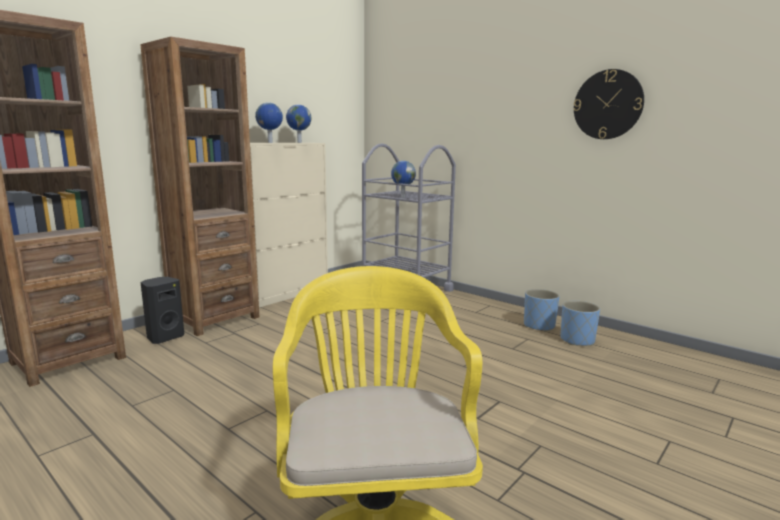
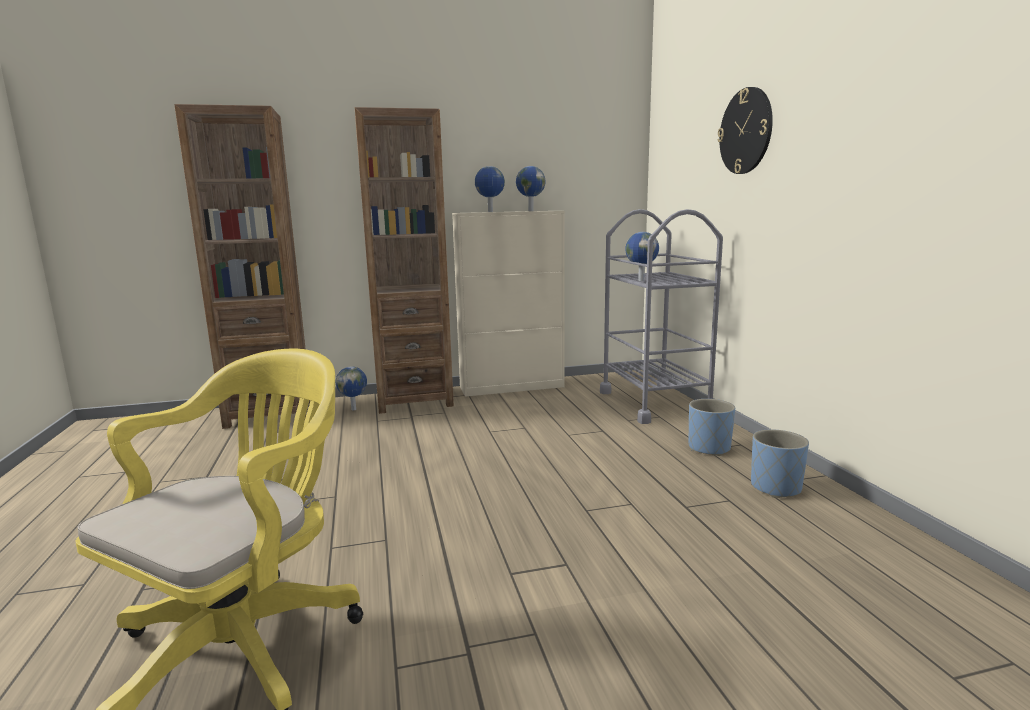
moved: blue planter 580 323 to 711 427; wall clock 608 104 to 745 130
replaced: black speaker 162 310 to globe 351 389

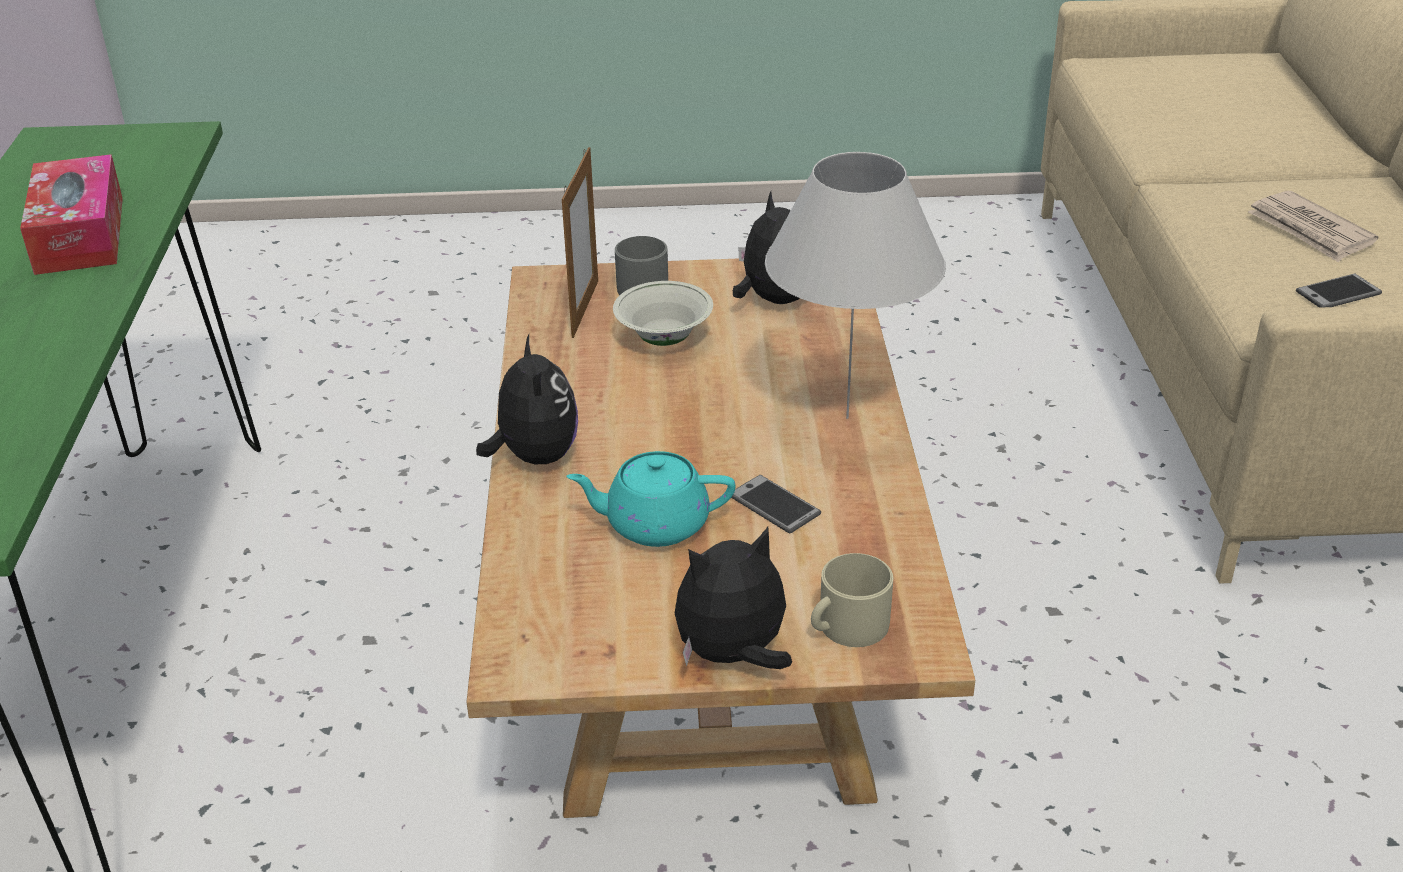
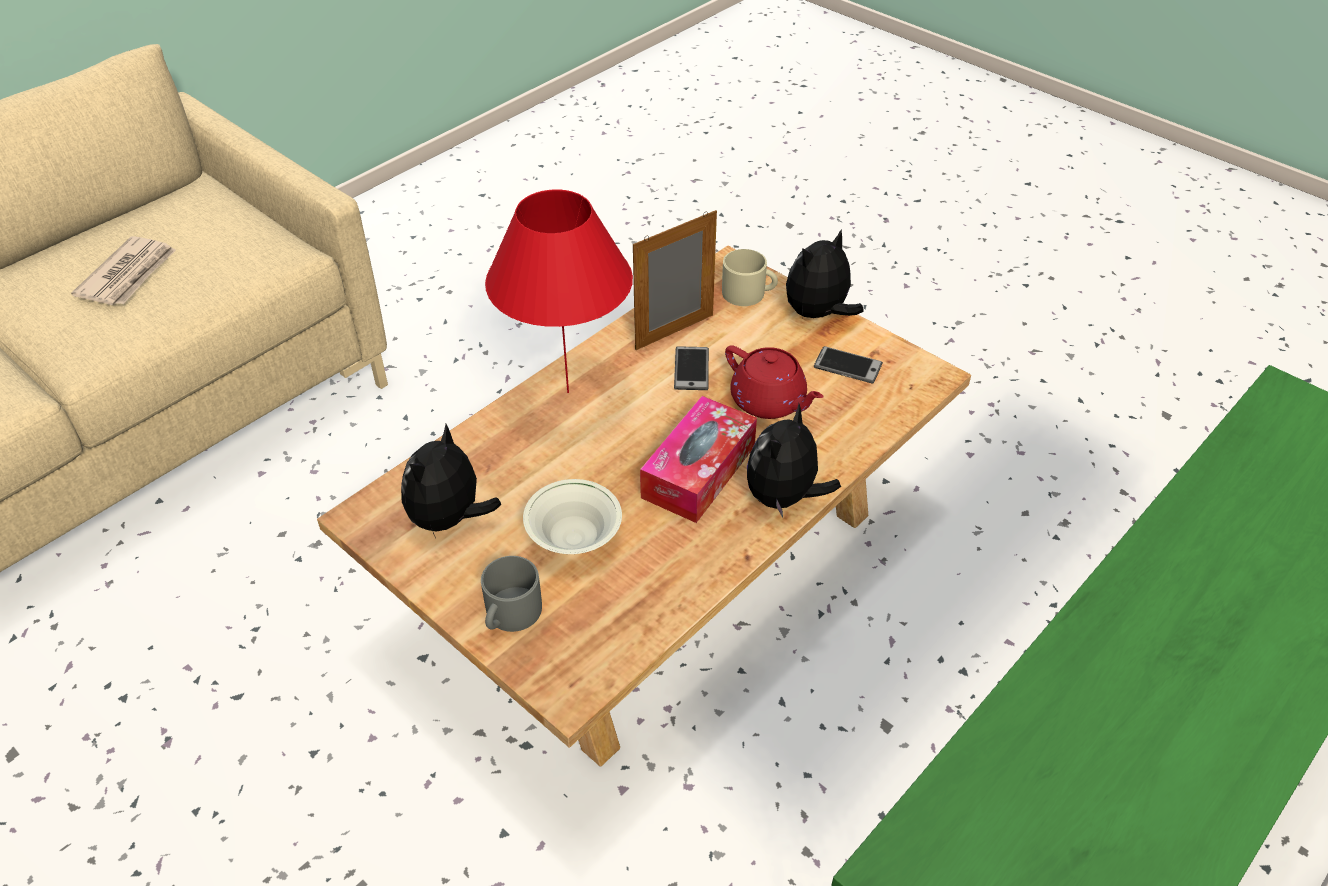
moved: tissue box 71 214 to 698 459; picture frame 580 242 to 675 280; phone 1339 290 to 848 365
recoloured: turquoise teapot 651 499 to red teapot 774 382; white table lamp 855 285 to red table lamp 559 291
turned: plush toy 733 598 = 825 273 120 degrees clockwise

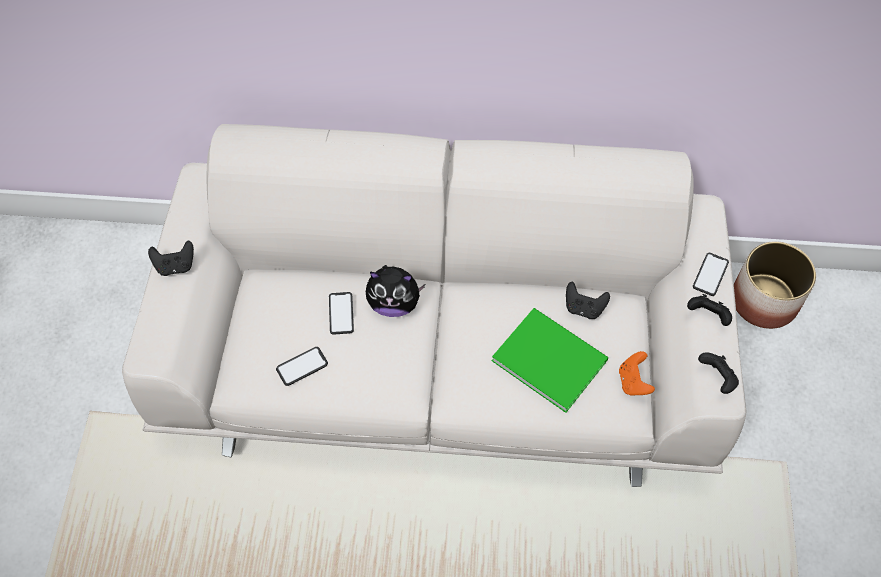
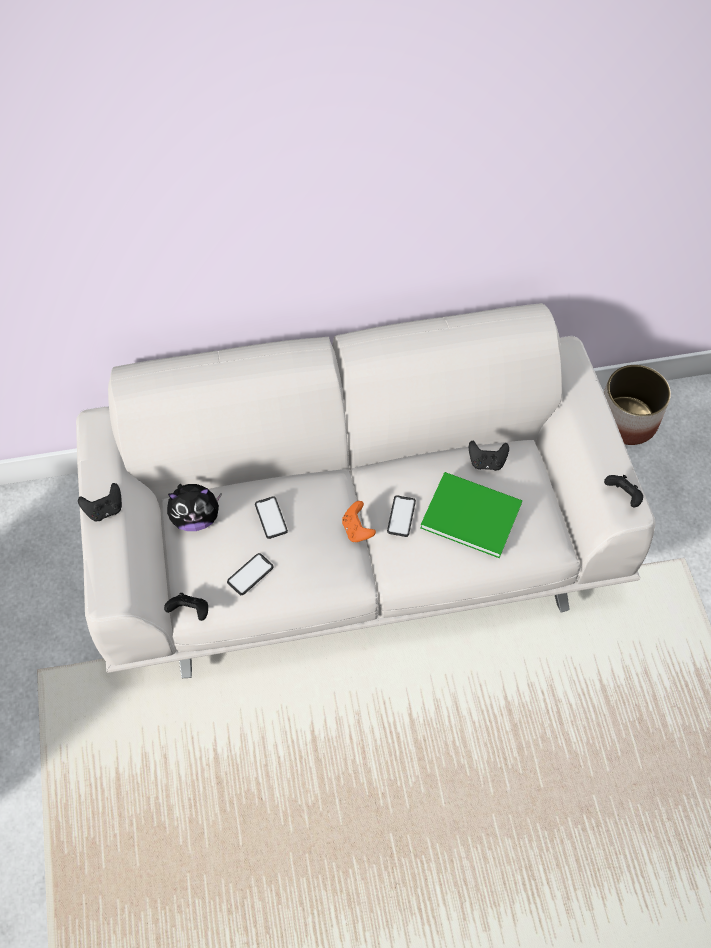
moved: plush toy 396 291 to 194 507; orange game controller 637 373 to 359 521; black game controller 709 310 to 186 607; phone 711 274 to 401 516

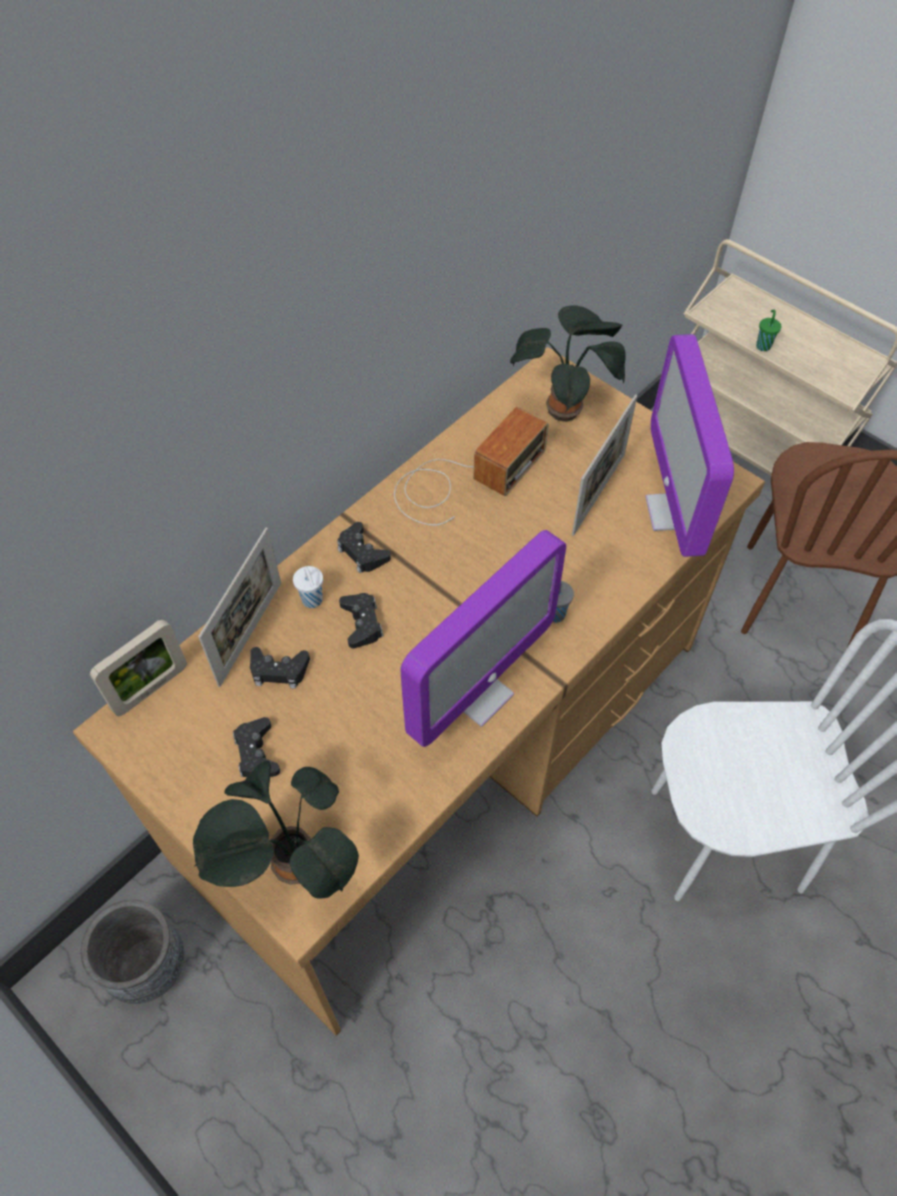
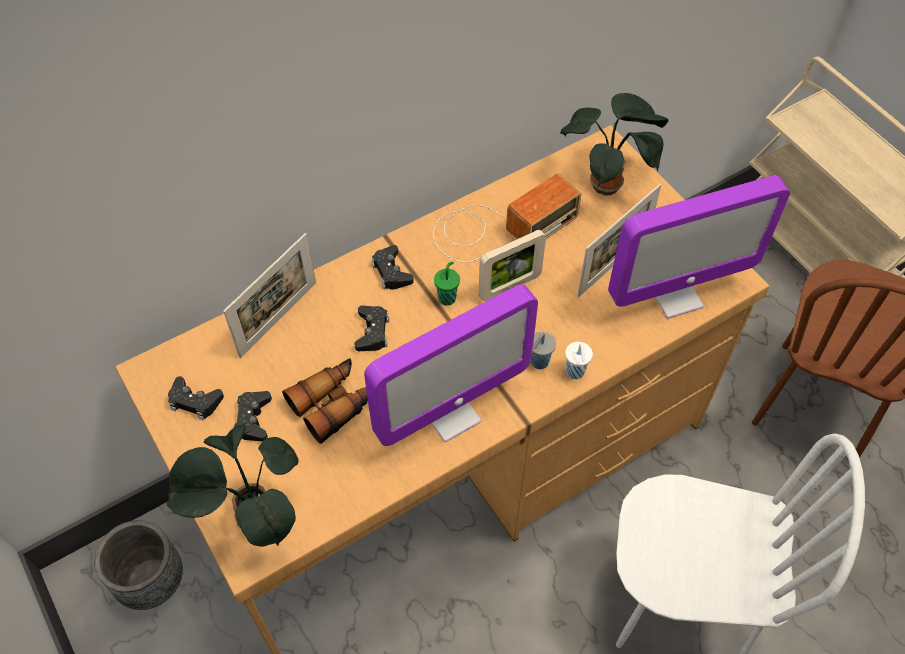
added: binoculars 325 401
moved: picture frame 138 667 to 512 266; black game controller 280 668 to 196 398; white cup 308 587 to 579 360; green cup 769 330 to 447 284
turned: monitor 689 445 = 699 246 120 degrees counterclockwise

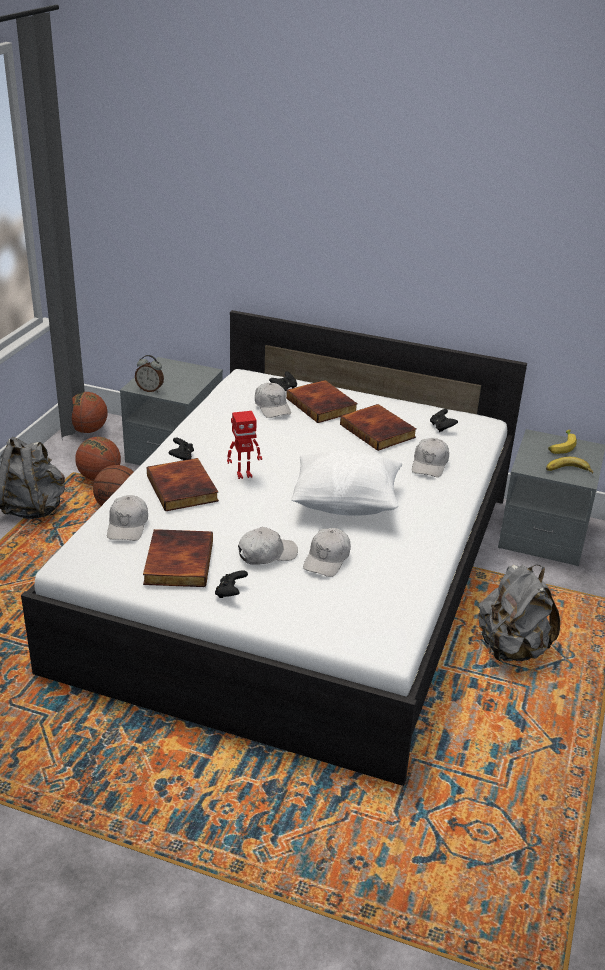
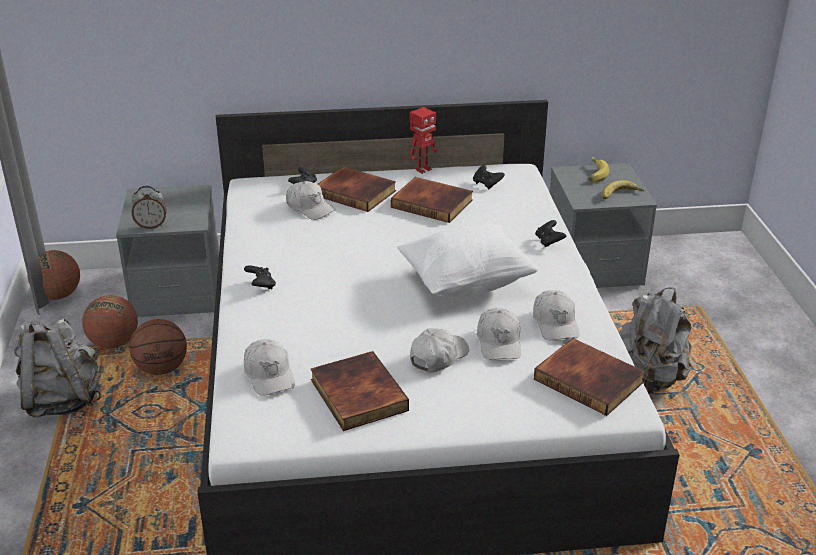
moved: book 183 485 to 589 377; black game controller 231 584 to 550 233; toy robot 244 445 to 423 140; white cap 430 457 to 556 315

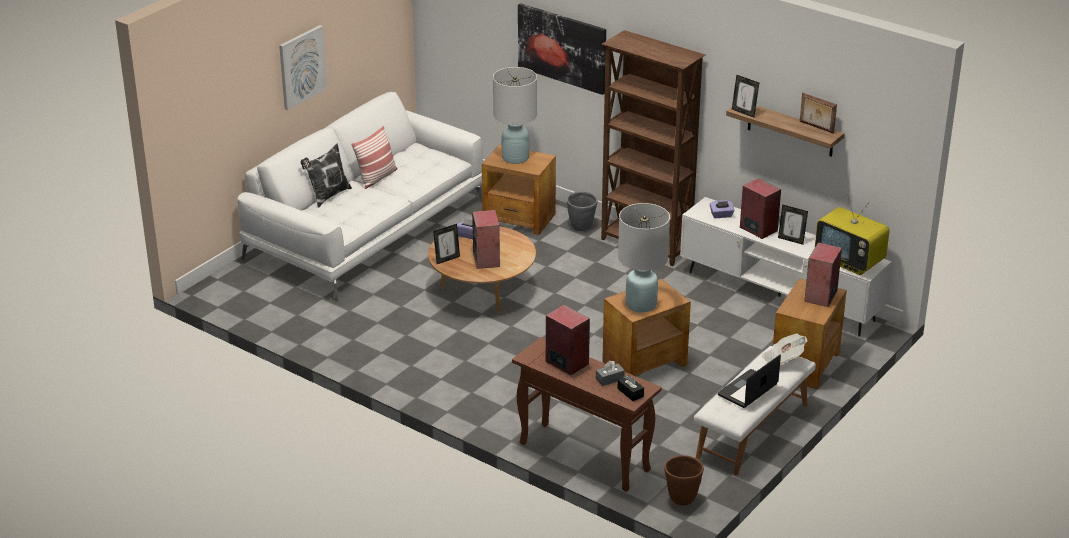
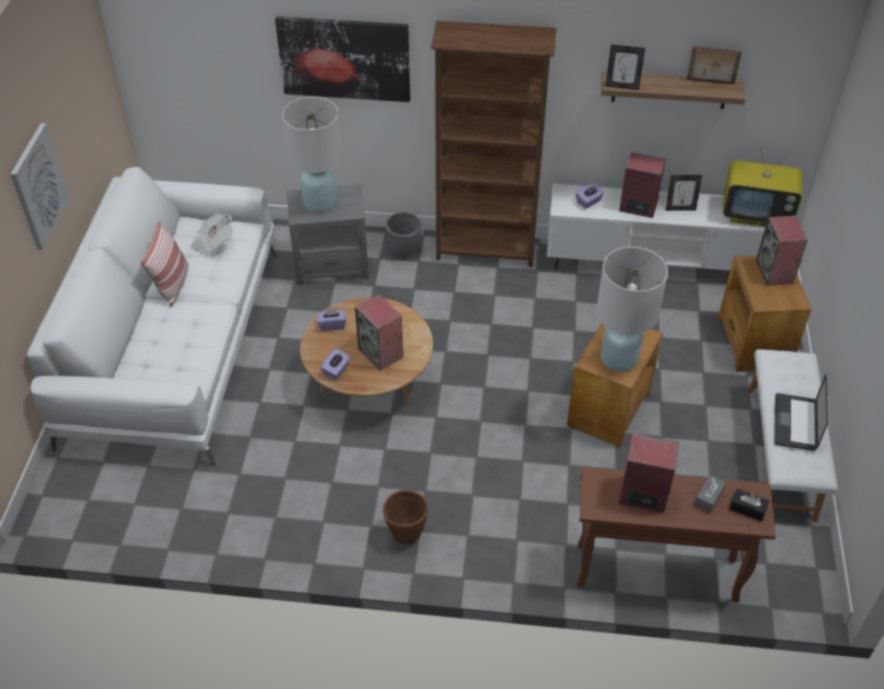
removed: pillow 326 176
moved: brown planter 684 480 to 405 517; newspaper 785 348 to 211 234
replaced: picture frame 446 244 to purple tissue box 335 364
recoloured: brown side table 519 190 to grey side table 328 234

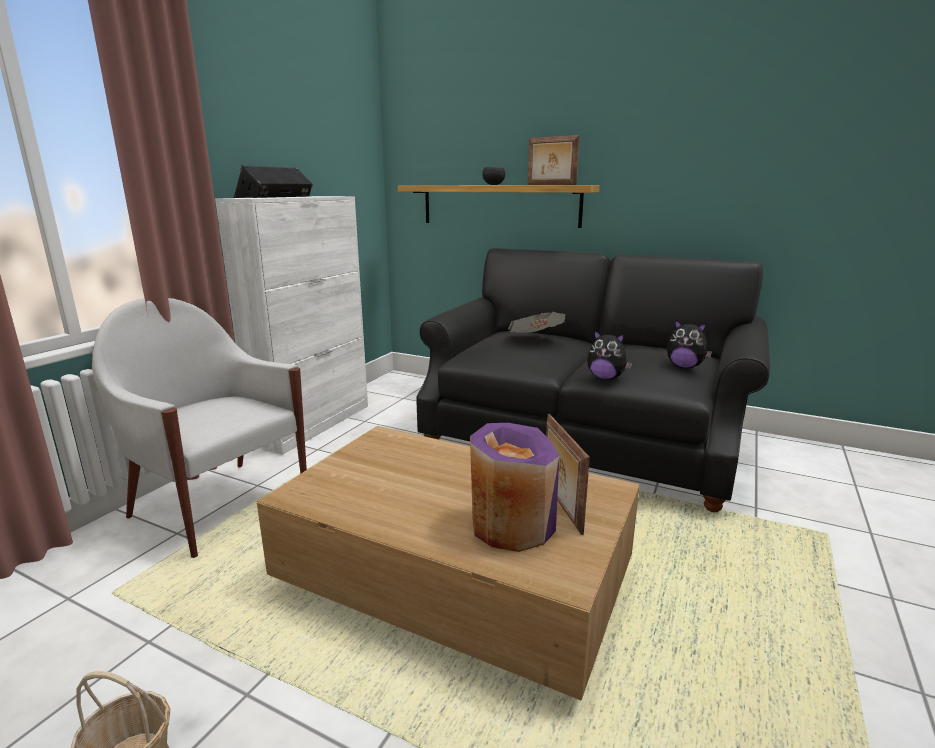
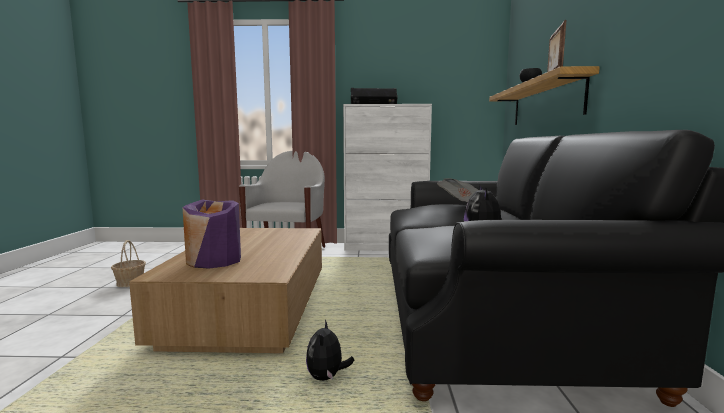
removed: picture frame 568 474
moved: plush toy 610 355 to 330 350

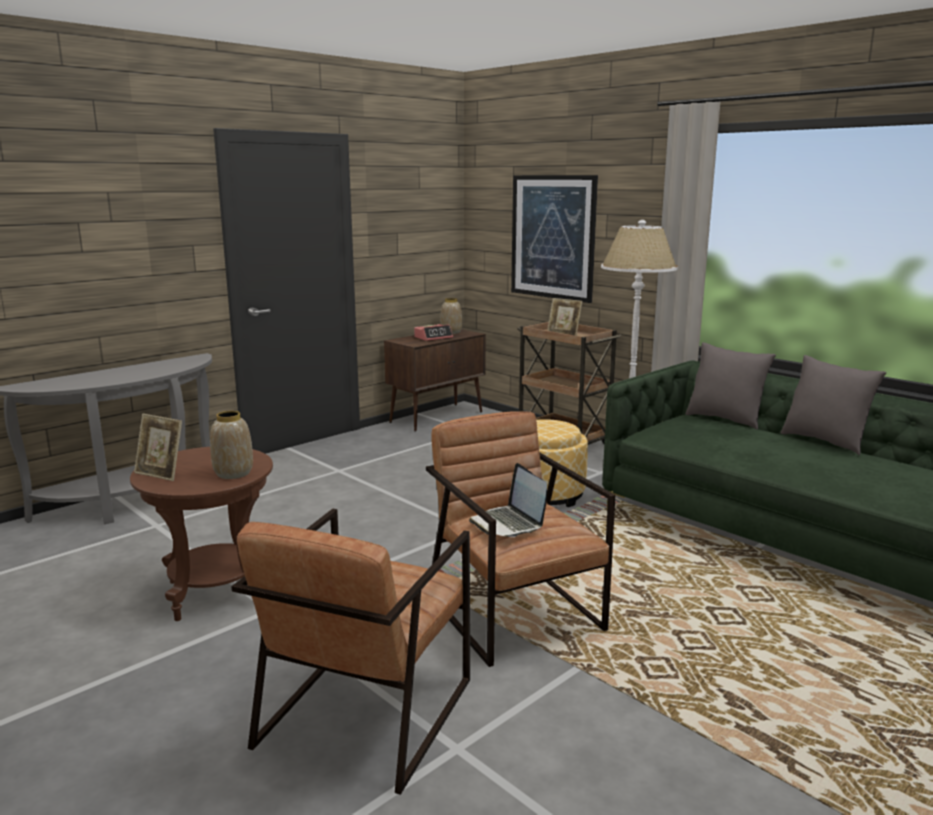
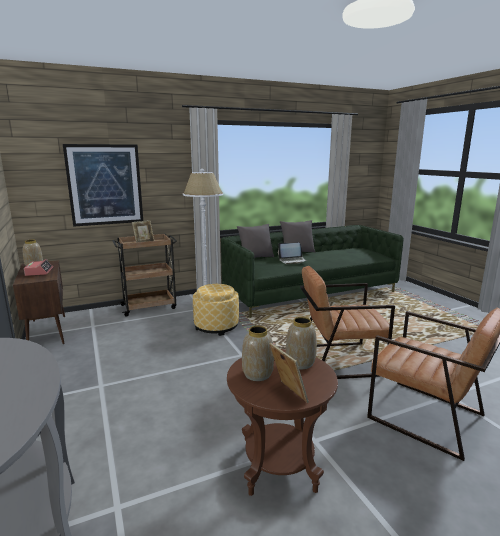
added: vase 258 353
moved: laptop 508 500 to 292 253
turned: picture frame 158 447 = 289 372 75 degrees counterclockwise

